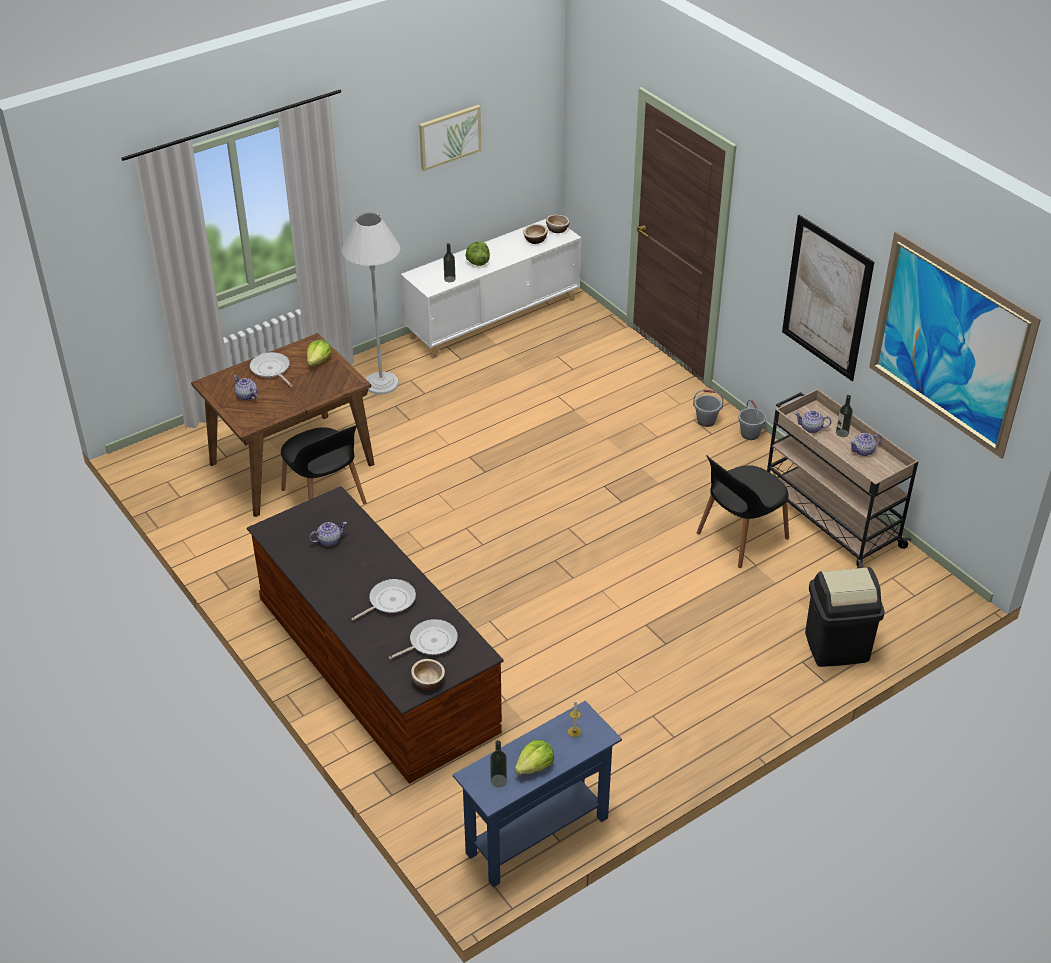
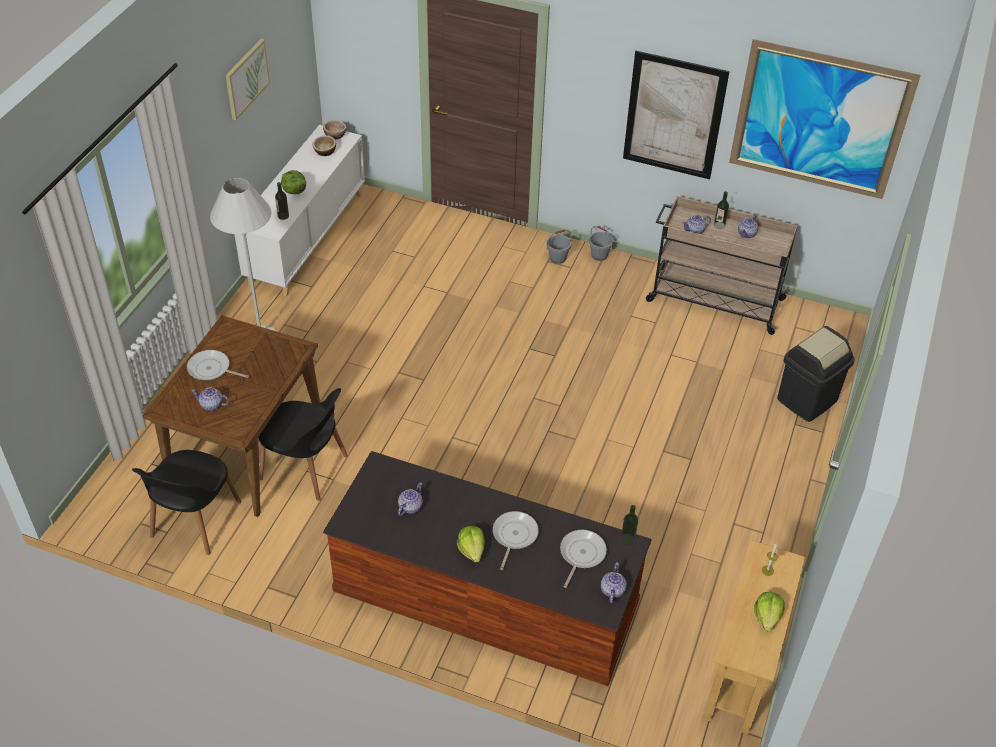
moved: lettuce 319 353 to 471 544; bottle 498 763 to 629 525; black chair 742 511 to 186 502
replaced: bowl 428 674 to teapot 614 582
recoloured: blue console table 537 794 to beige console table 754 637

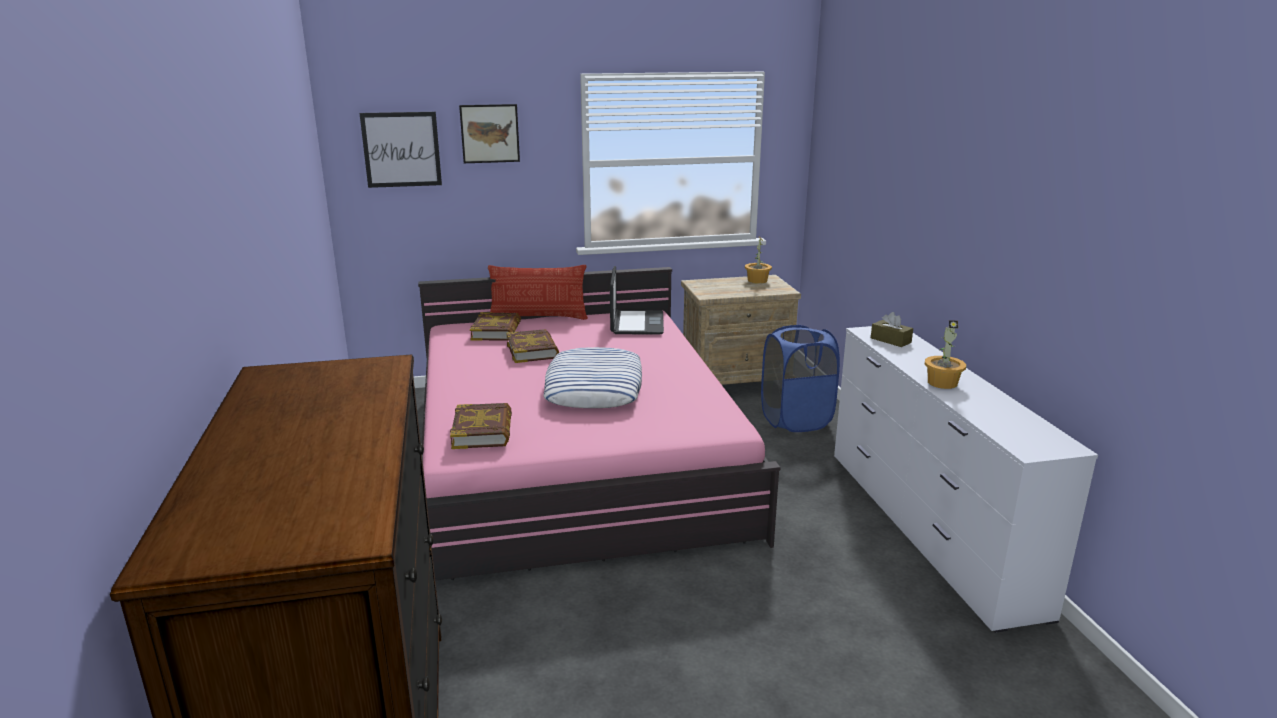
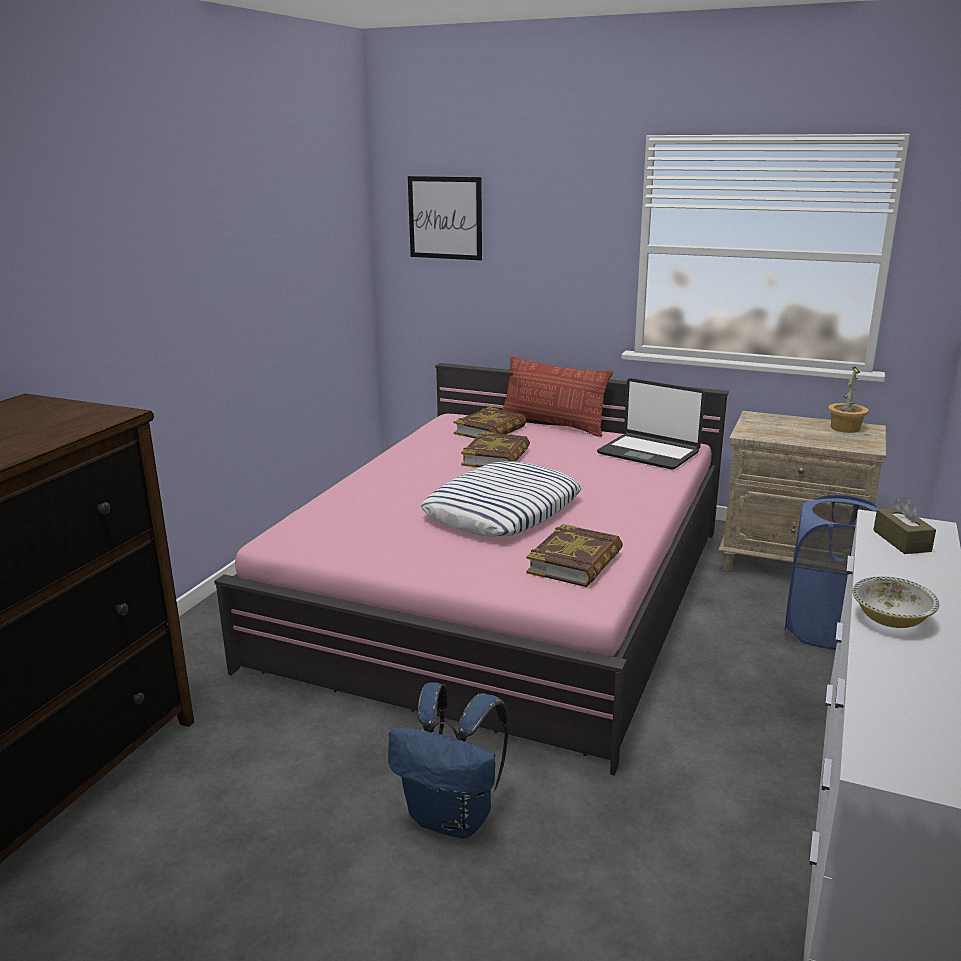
removed: picture 489 133
added: blue backpack 448 760
moved: book 481 426 to 574 555
replaced: potted plant 945 354 to bowl 895 602
turned: laptop 637 300 = 651 424 90 degrees clockwise

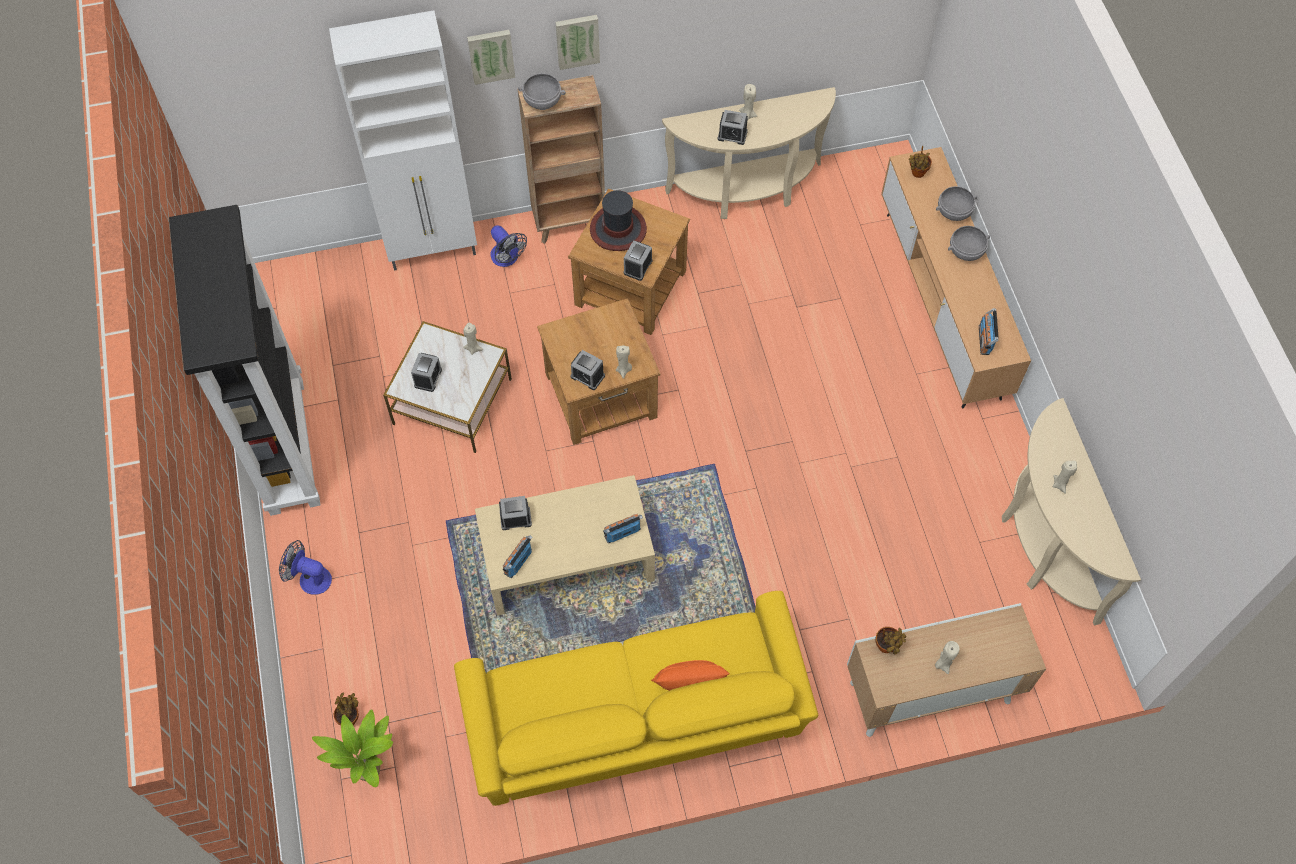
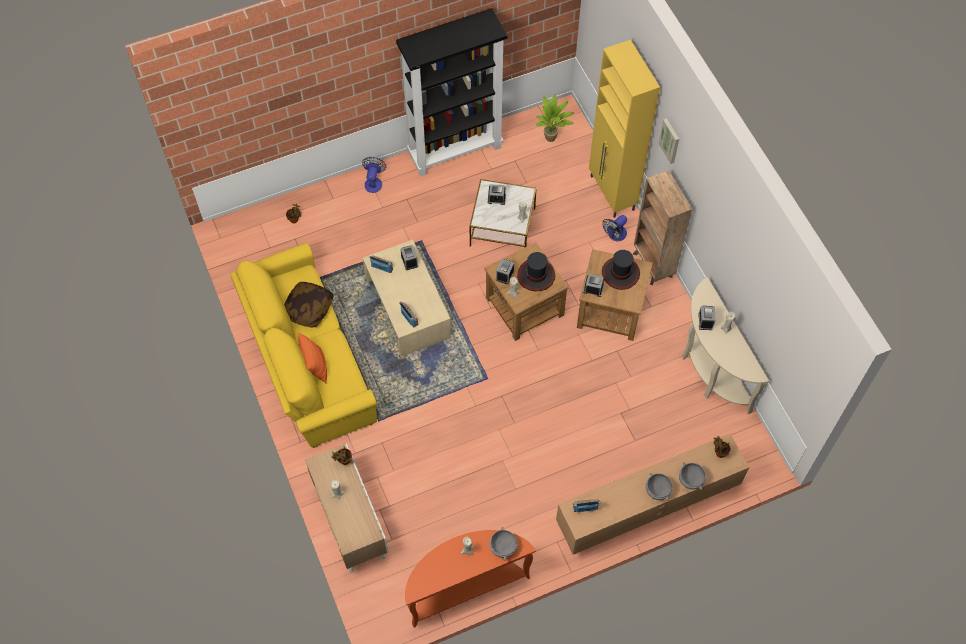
removed: picture 577 42
added: pillow 309 304; hat 536 271
moved: potted plant 352 748 to 555 118; grey bowl 542 91 to 503 544
recoloured: white cabinet 403 140 to yellow cabinet 624 129; beige console table 1071 511 to orange console table 470 578

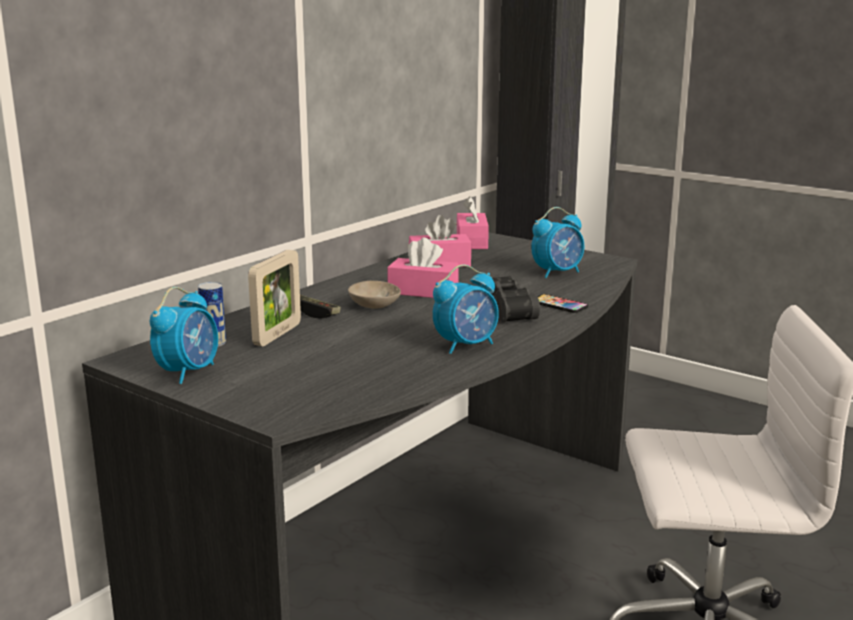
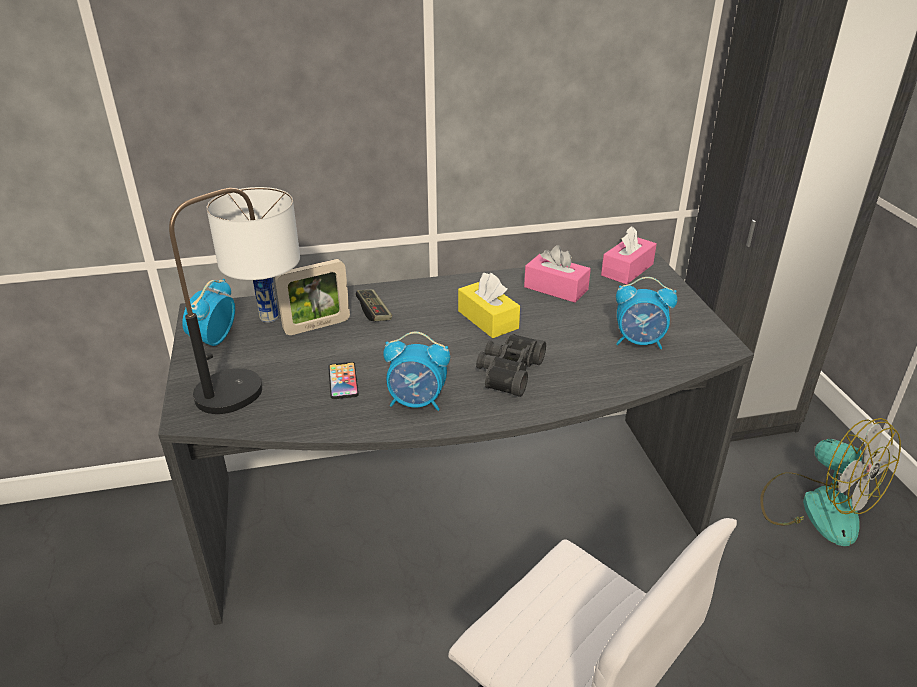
removed: beige bowl 374 295
added: table lamp 234 300; fan 830 482
moved: phone 563 303 to 343 380
recoloured: pink tissue box 423 268 to yellow tissue box 489 305
turned: alarm clock 184 335 = 208 312 135 degrees clockwise

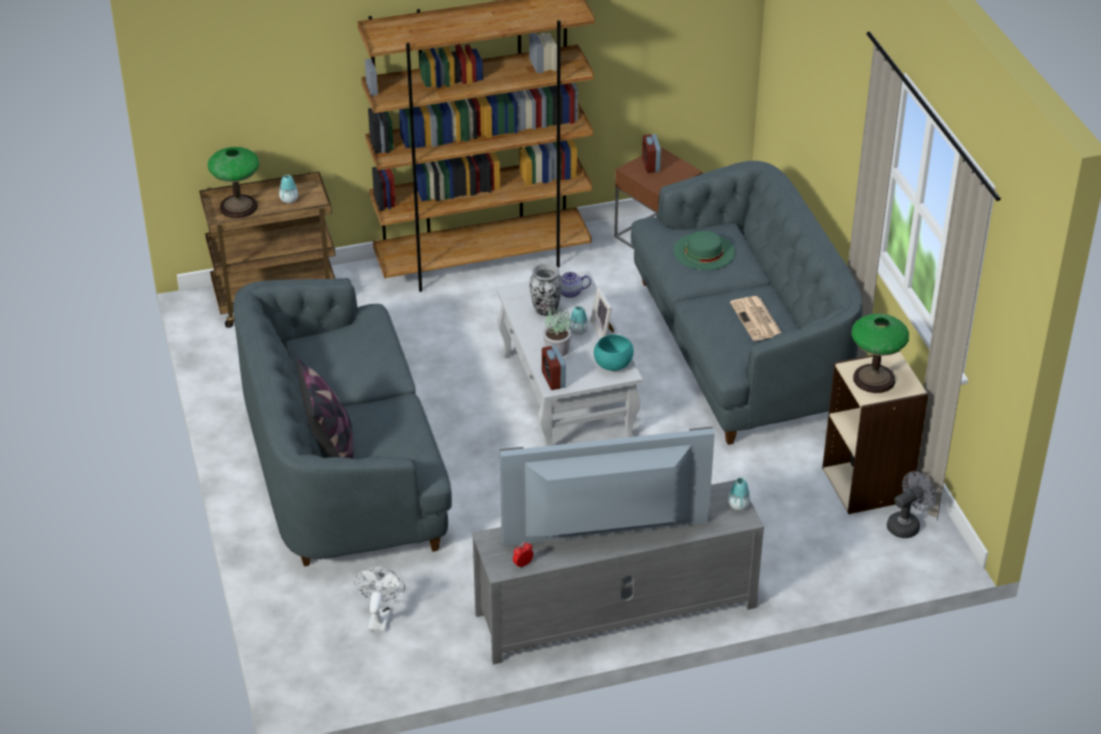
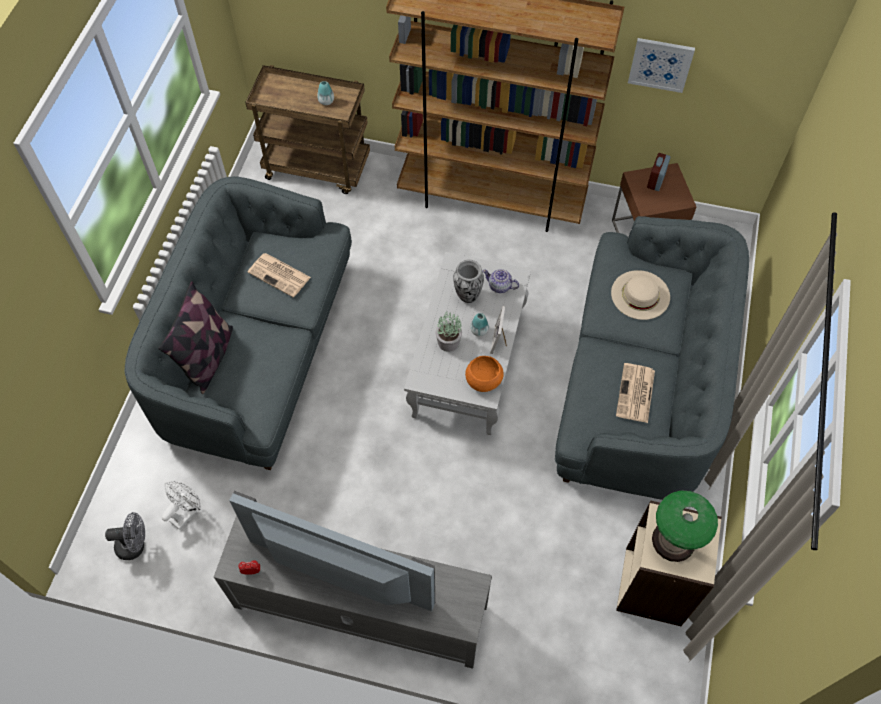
removed: table lamp 233 182; alarm clock 554 367; vase 739 494
added: newspaper 279 275; picture 661 65
moved: grey fan 911 504 to 125 536
recoloured: turquoise bowl 614 352 to orange bowl 484 374; green hat 704 250 to beige hat 640 295

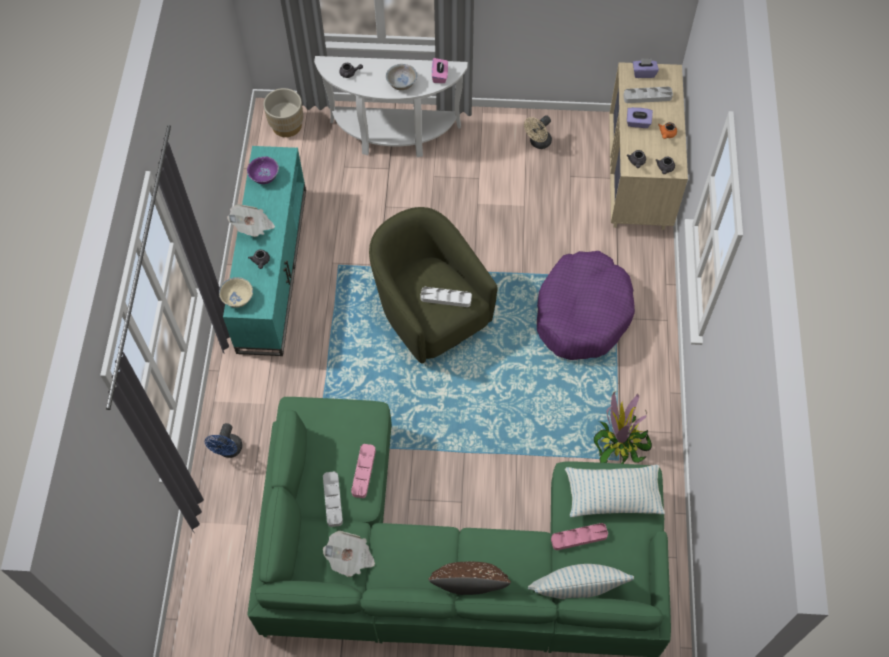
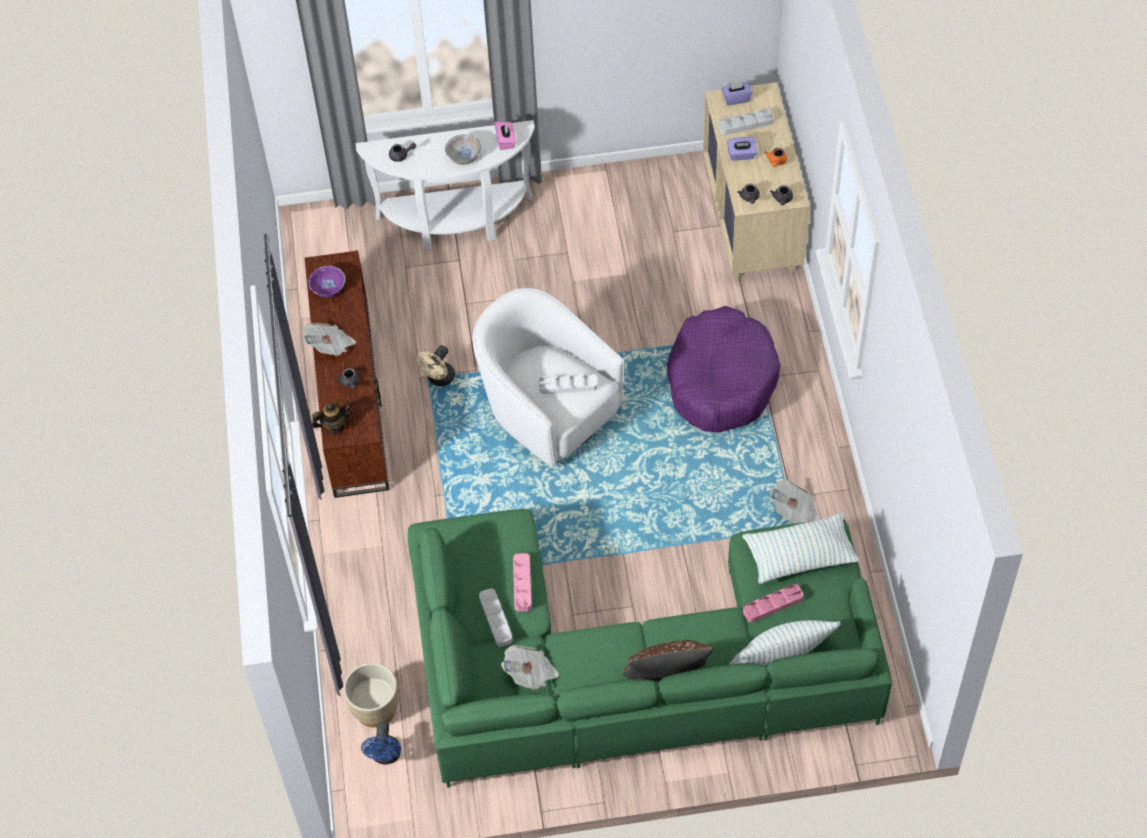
moved: blue fan 224 440 to 381 743; beige planter 283 112 to 371 695; beige fan 538 132 to 435 365
replaced: beige bowl 236 292 to teapot 332 419; potted plant 623 427 to newspaper 794 502
recoloured: turquoise tv stand 264 251 to brown tv stand 347 374; green armchair 433 285 to white armchair 548 377

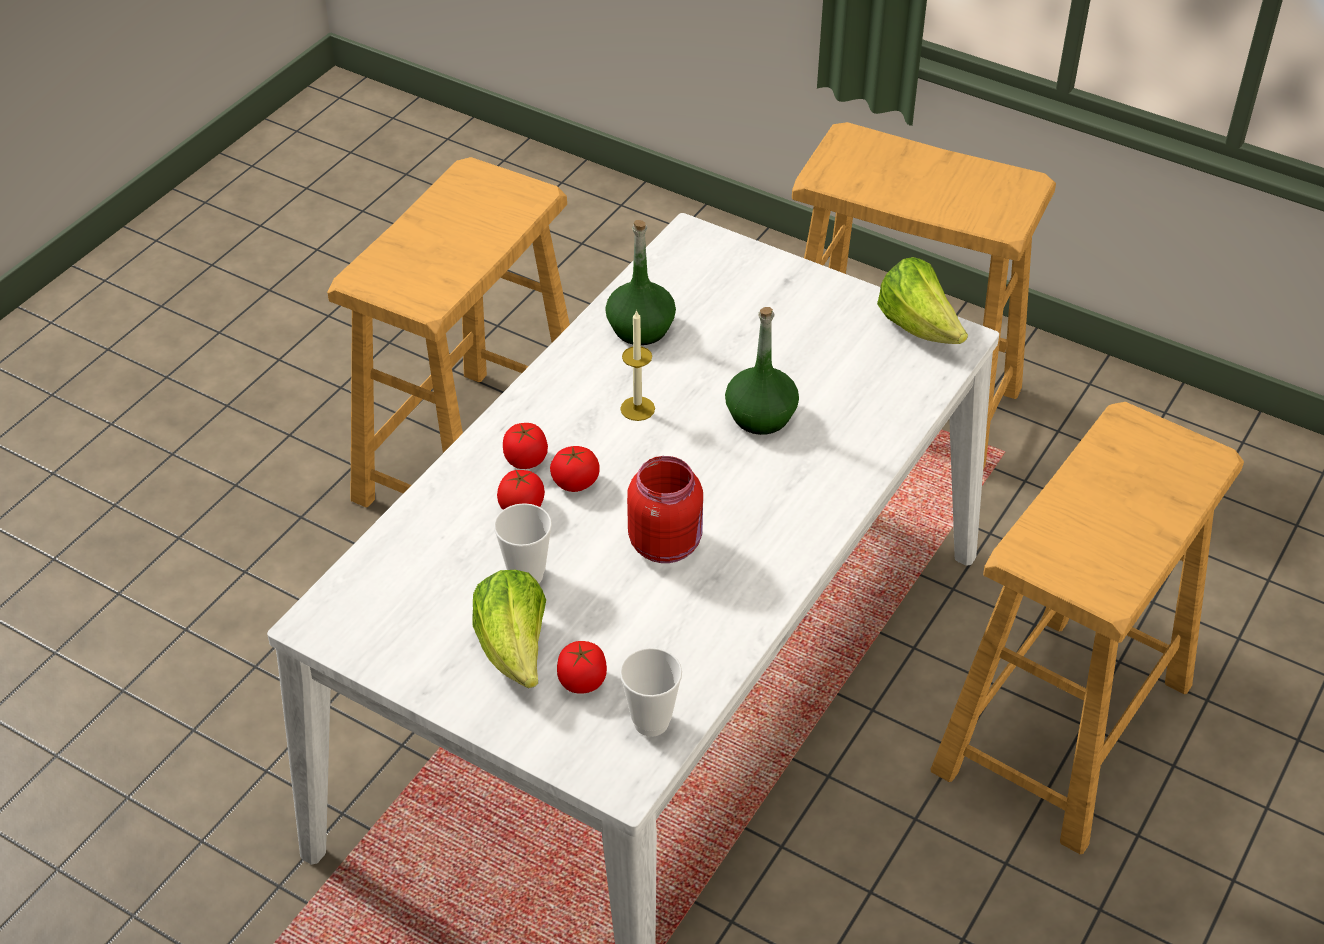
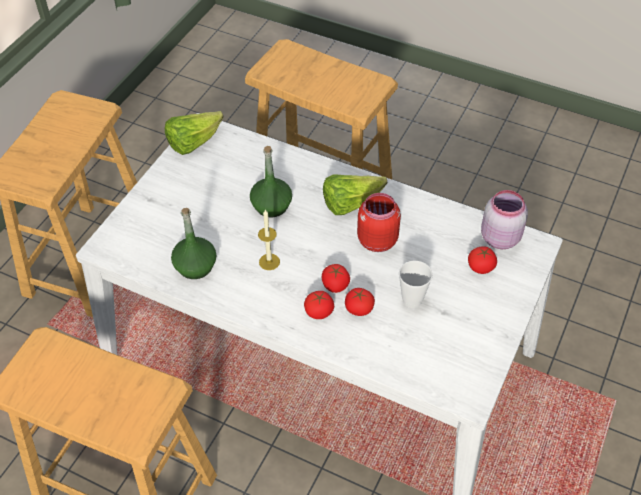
moved: lettuce 509 629 to 355 194
replaced: cup 651 692 to pink jar 504 219

